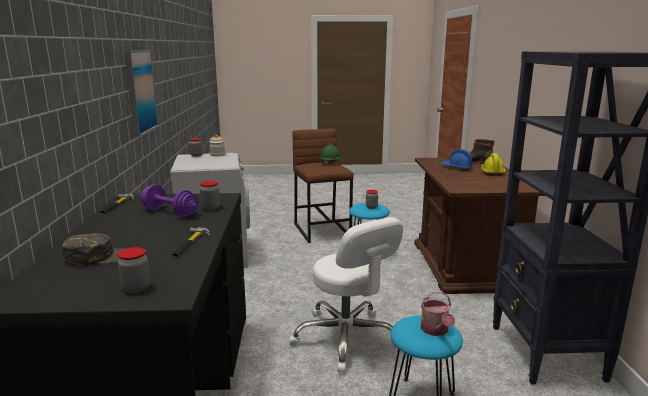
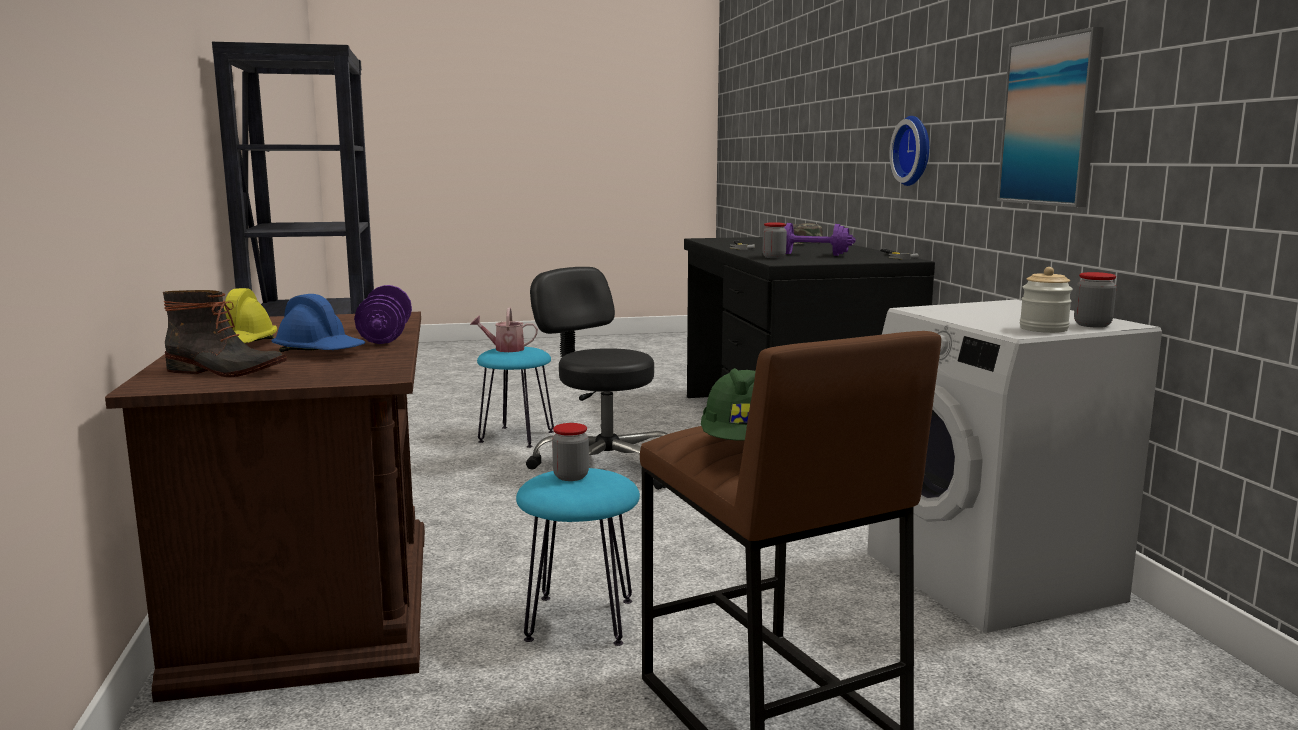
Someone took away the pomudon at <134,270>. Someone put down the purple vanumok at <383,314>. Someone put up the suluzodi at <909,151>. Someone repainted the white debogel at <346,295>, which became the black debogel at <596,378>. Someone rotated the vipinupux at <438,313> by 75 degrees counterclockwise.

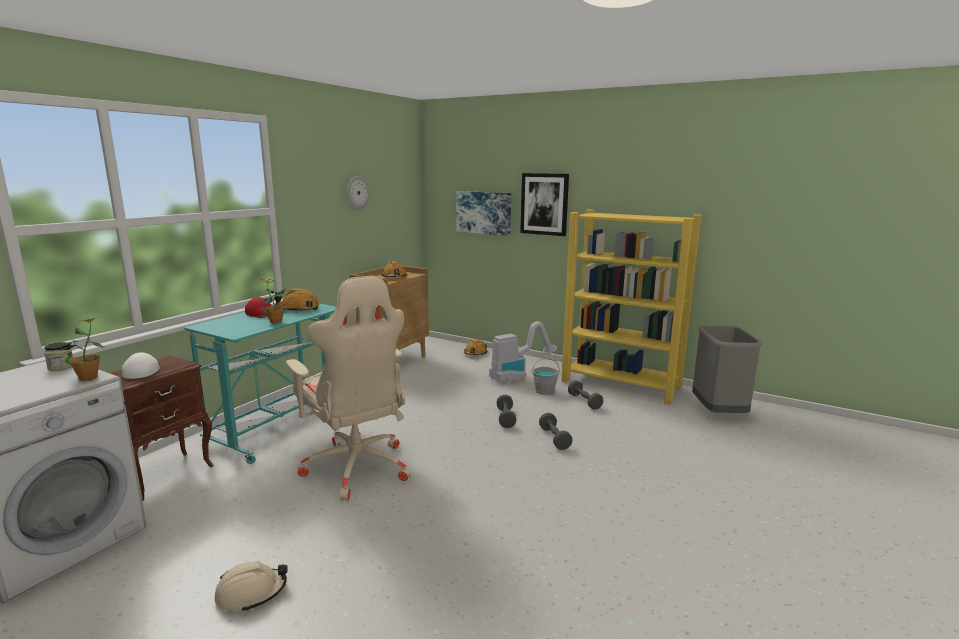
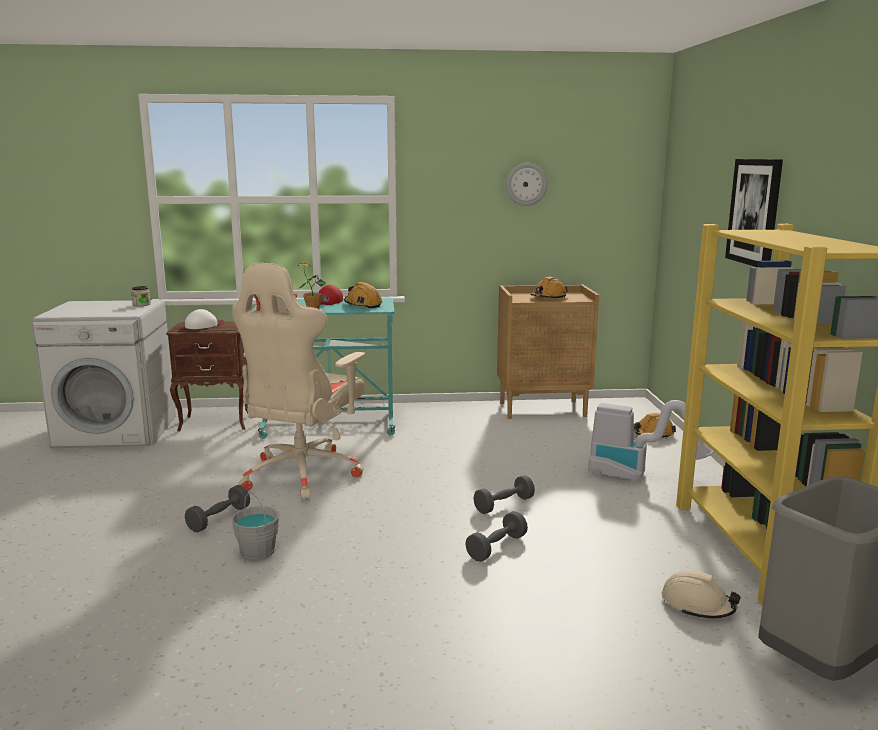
Someone took away the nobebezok at <81,349>. Someone took away the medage at <483,213>. Someone carried the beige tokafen from <251,586> to <701,594>. Someone carried the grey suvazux from <545,376> to <255,526>. Someone carried the grey vanumok from <585,395> to <217,508>.

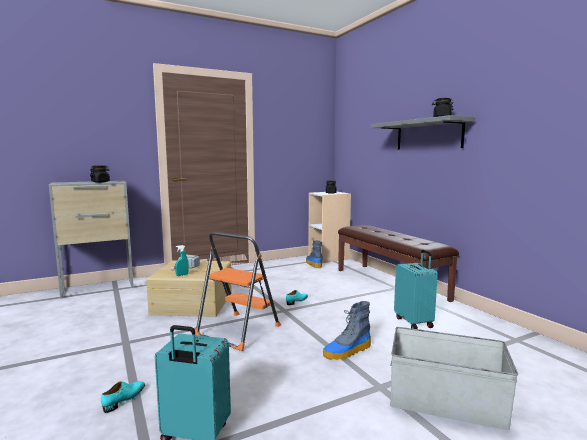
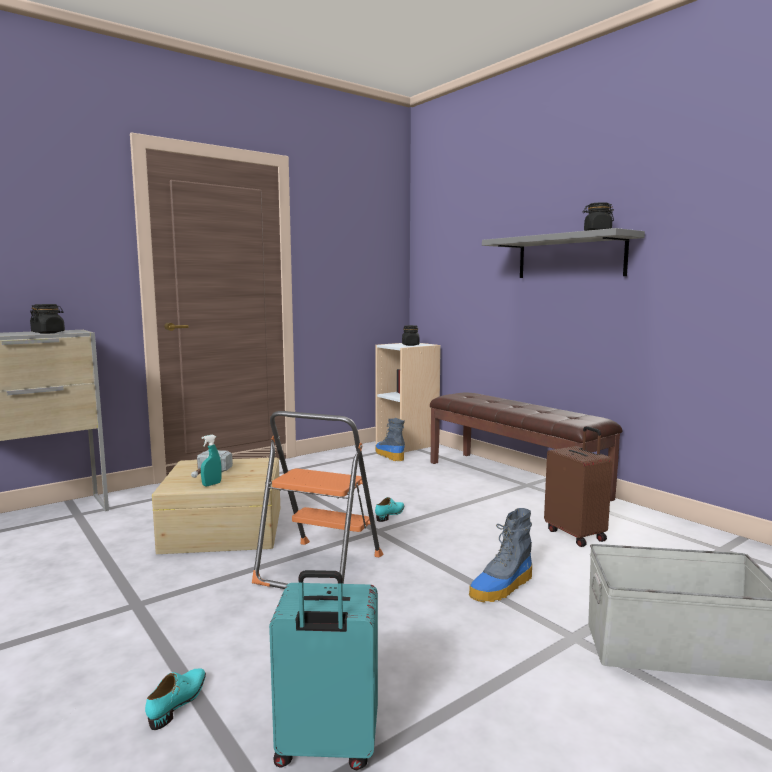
Someone repainted the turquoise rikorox at <416,289>, which became the brown rikorox at <578,486>.

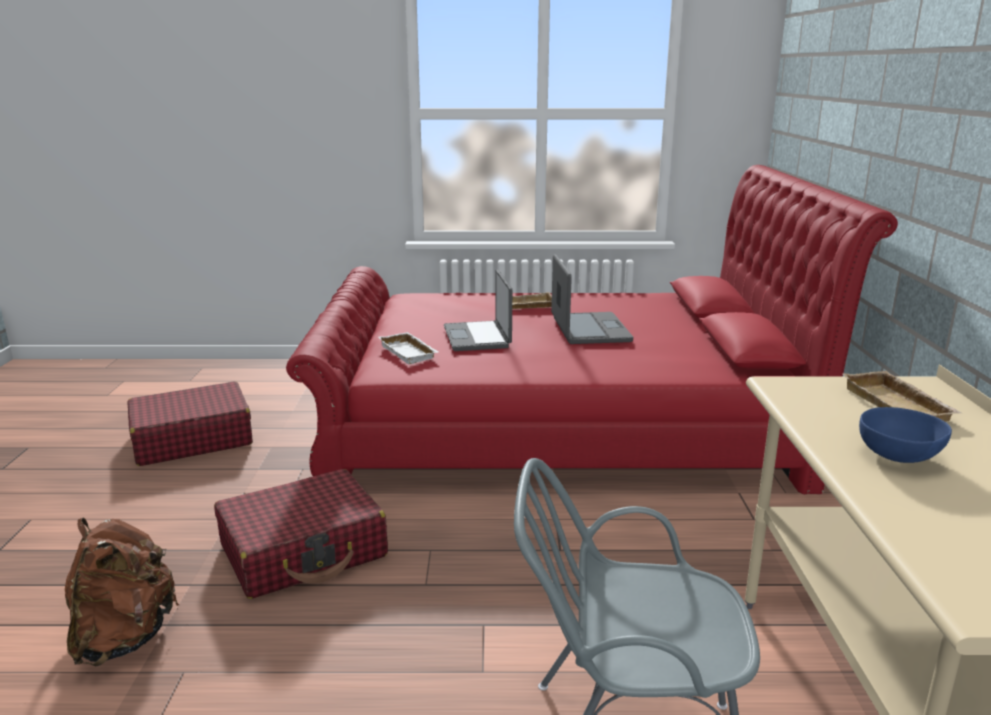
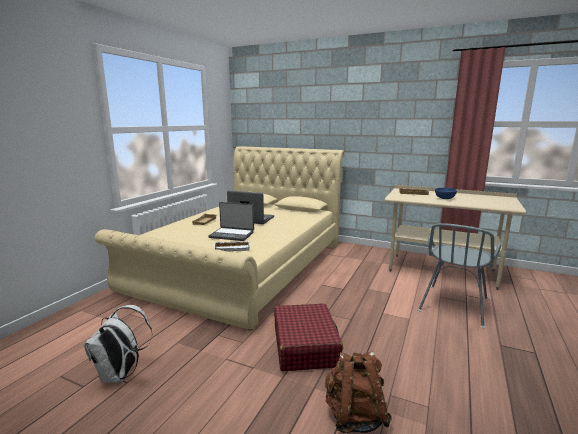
Someone swapped the red rikorox at <190,423> for the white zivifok at <118,344>. Someone repainted the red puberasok at <592,329>, which became the beige puberasok at <219,238>.

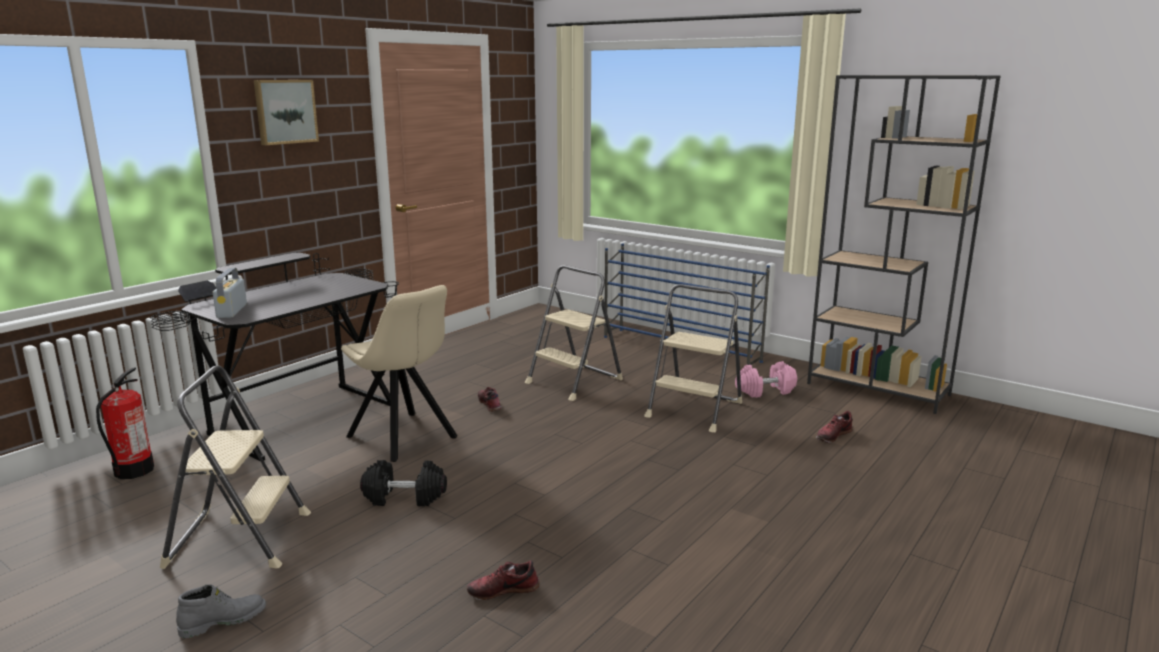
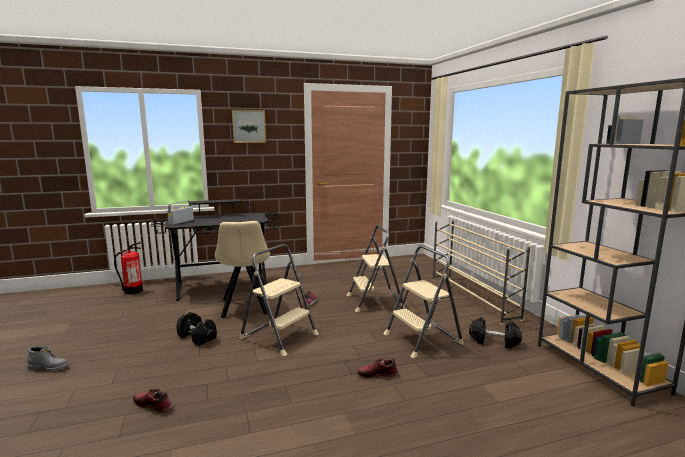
Someone carried the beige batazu from <235,467> to <279,300>. Someone carried the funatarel from <834,427> to <377,368>. Someone repainted the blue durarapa at <687,304>, which became the beige durarapa at <481,272>. Someone repainted the pink vanumok at <766,379>, which became the black vanumok at <495,333>.

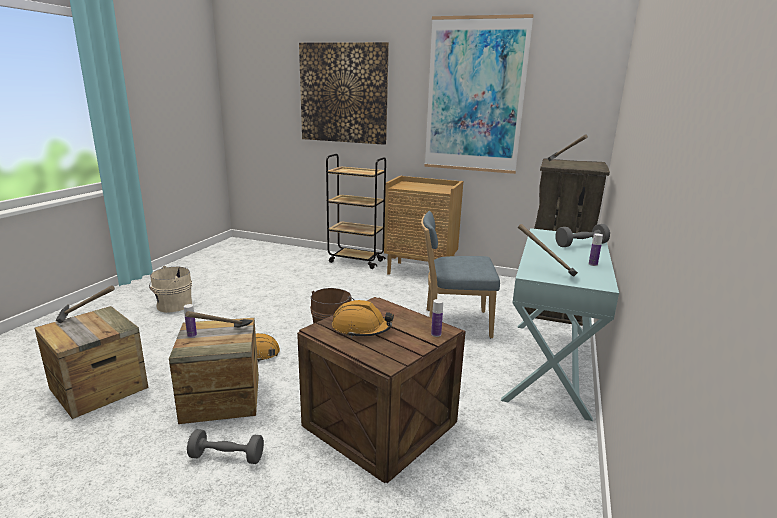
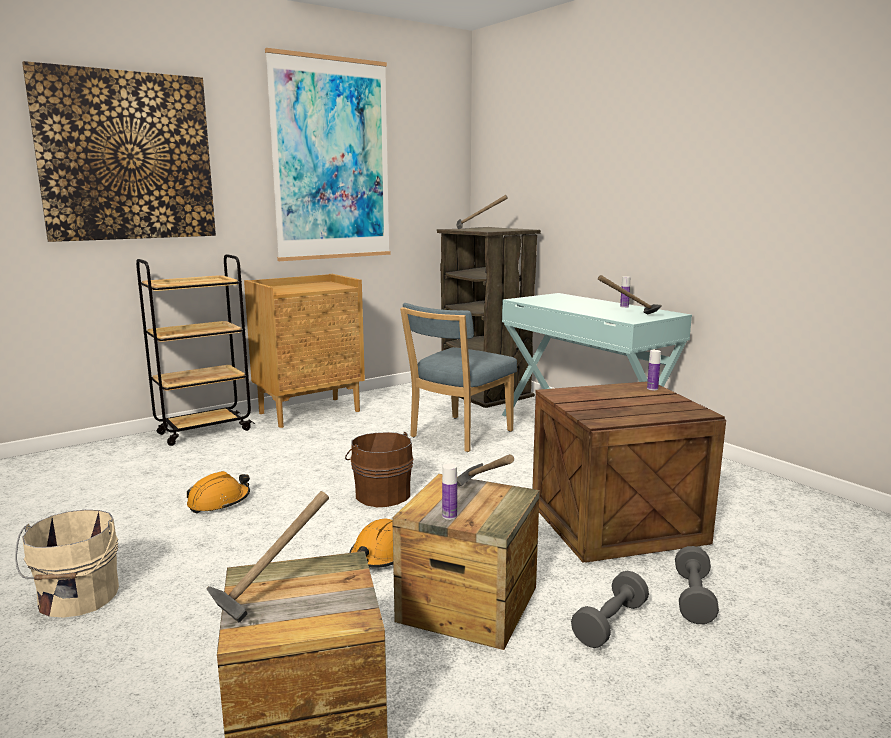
Someone carried the orange tokafen from <363,319> to <218,492>. Someone carried the grey vanumok from <582,235> to <697,585>.

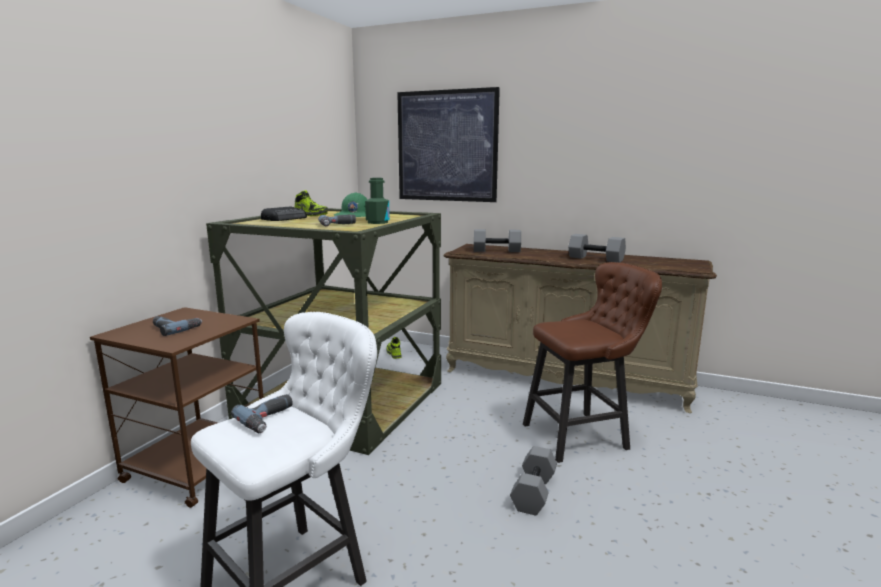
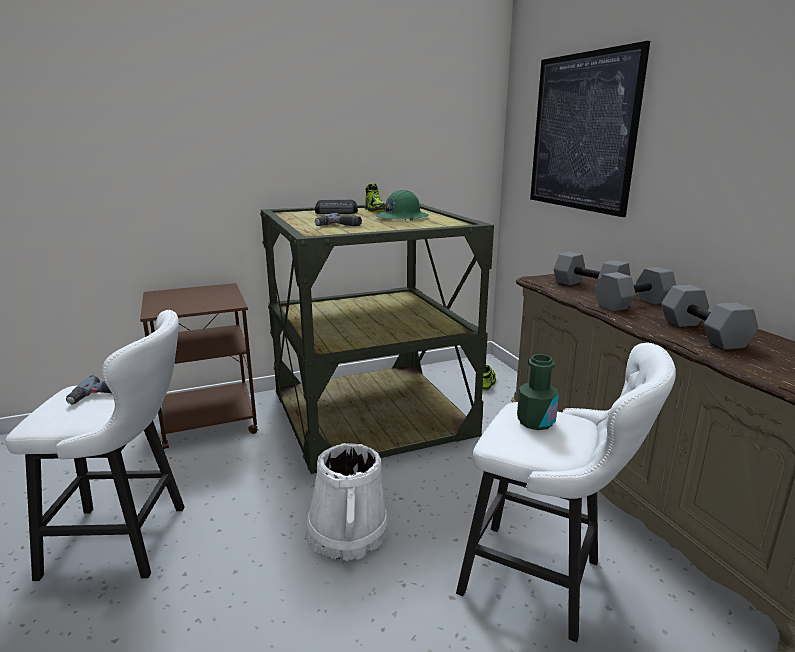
Someone took away the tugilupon at <177,326>. Someone put down the white suvazux at <347,502>. Someone carried the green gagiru from <377,201> to <538,392>. Someone carried the grey vanumok from <533,480> to <635,289>. Someone repainted the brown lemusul at <592,362>, which became the white lemusul at <566,492>.

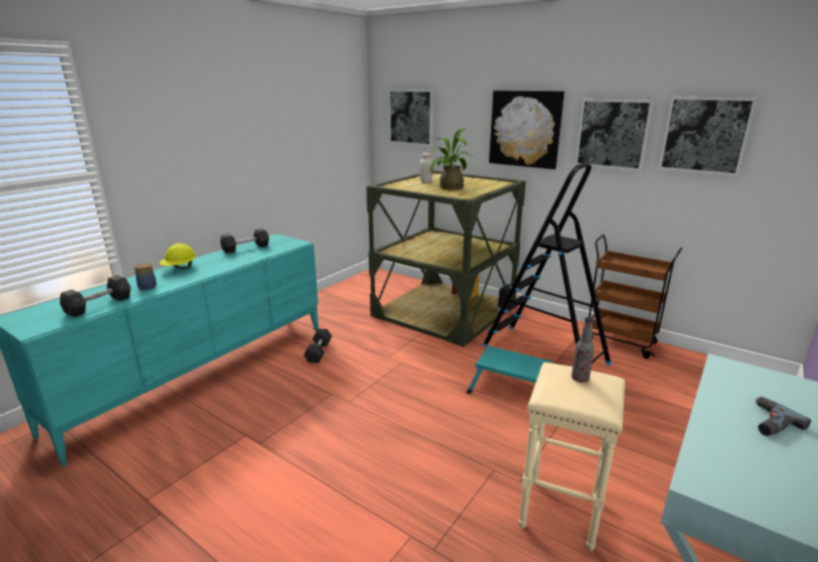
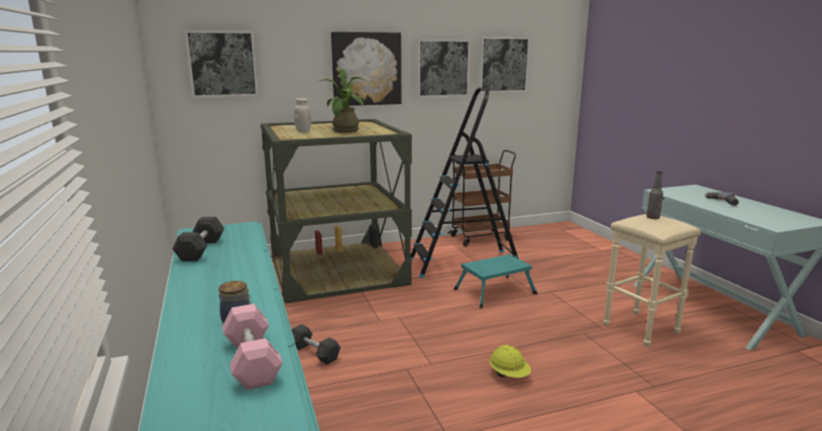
Someone carried the yellow tokafen from <178,256> to <510,361>. Someone repainted the grey vanumok at <95,296>, which became the pink vanumok at <252,347>.

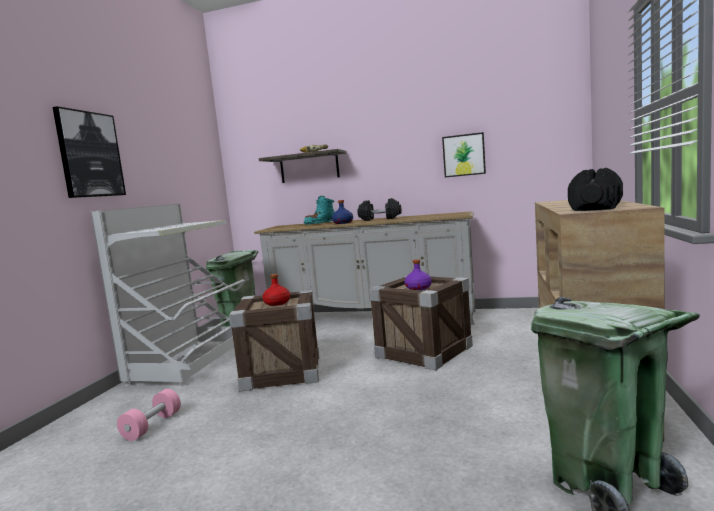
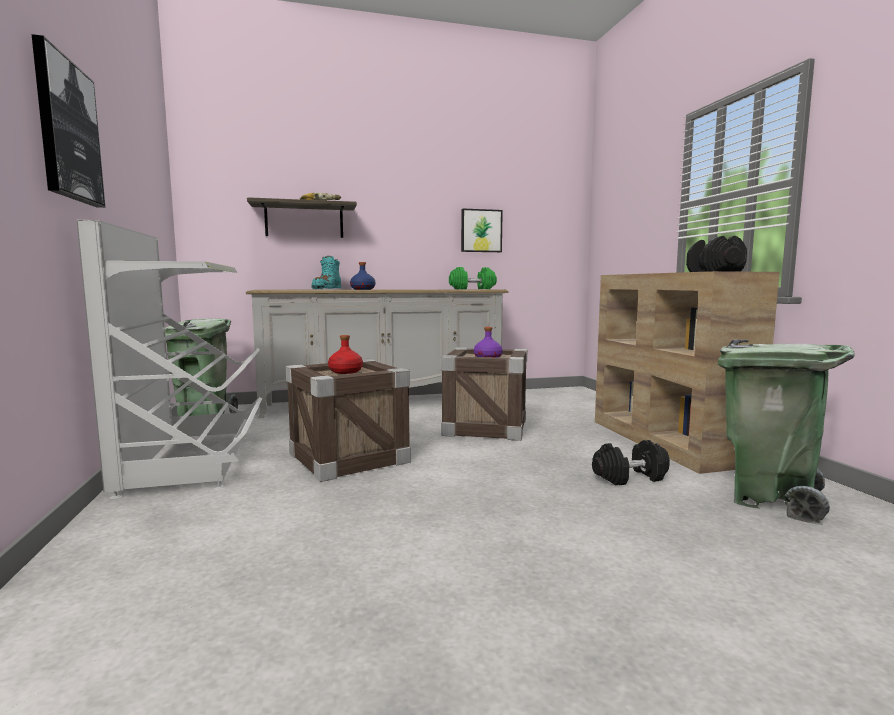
Someone took away the pink vanumok at <149,415>. Someone put down the green vanumok at <473,278>. Someone carried the black vanumok from <379,209> to <631,463>.

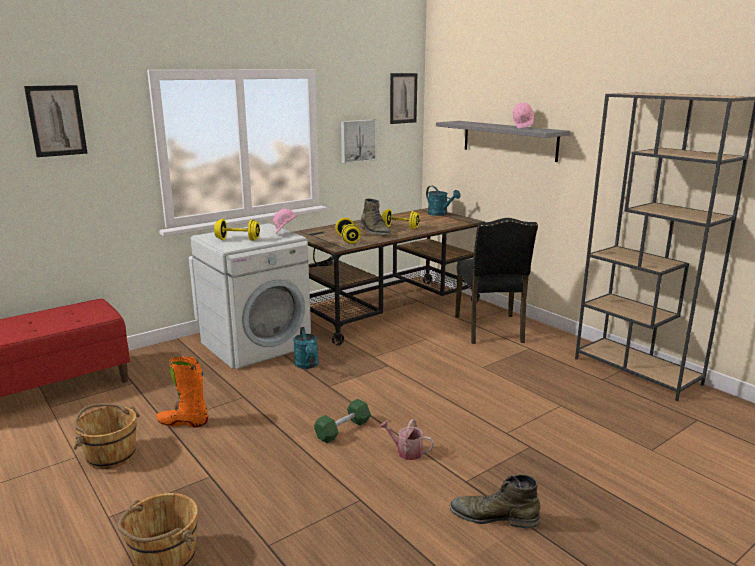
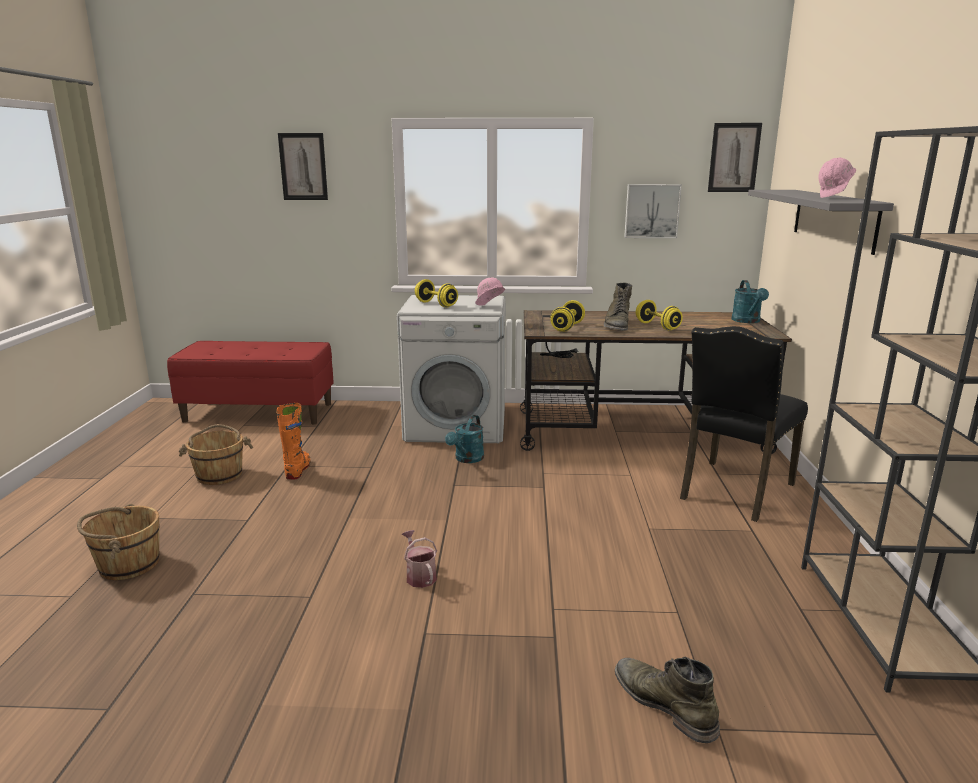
Someone took away the green vanumok at <342,421>. Someone carried the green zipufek from <495,501> to <667,700>. Someone rotated the orange zipufek at <182,392> by 45 degrees clockwise.

